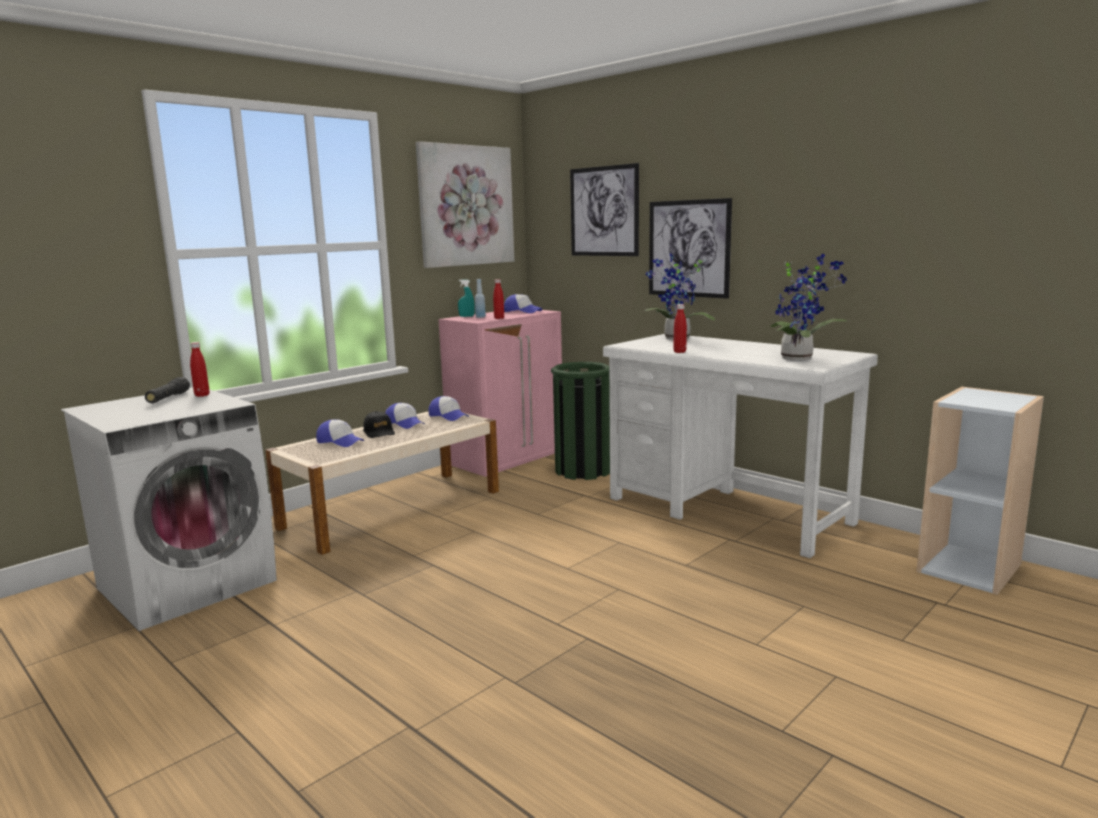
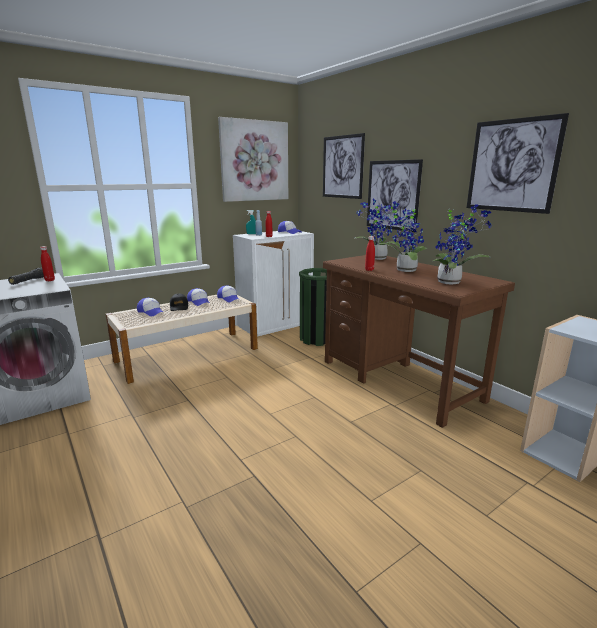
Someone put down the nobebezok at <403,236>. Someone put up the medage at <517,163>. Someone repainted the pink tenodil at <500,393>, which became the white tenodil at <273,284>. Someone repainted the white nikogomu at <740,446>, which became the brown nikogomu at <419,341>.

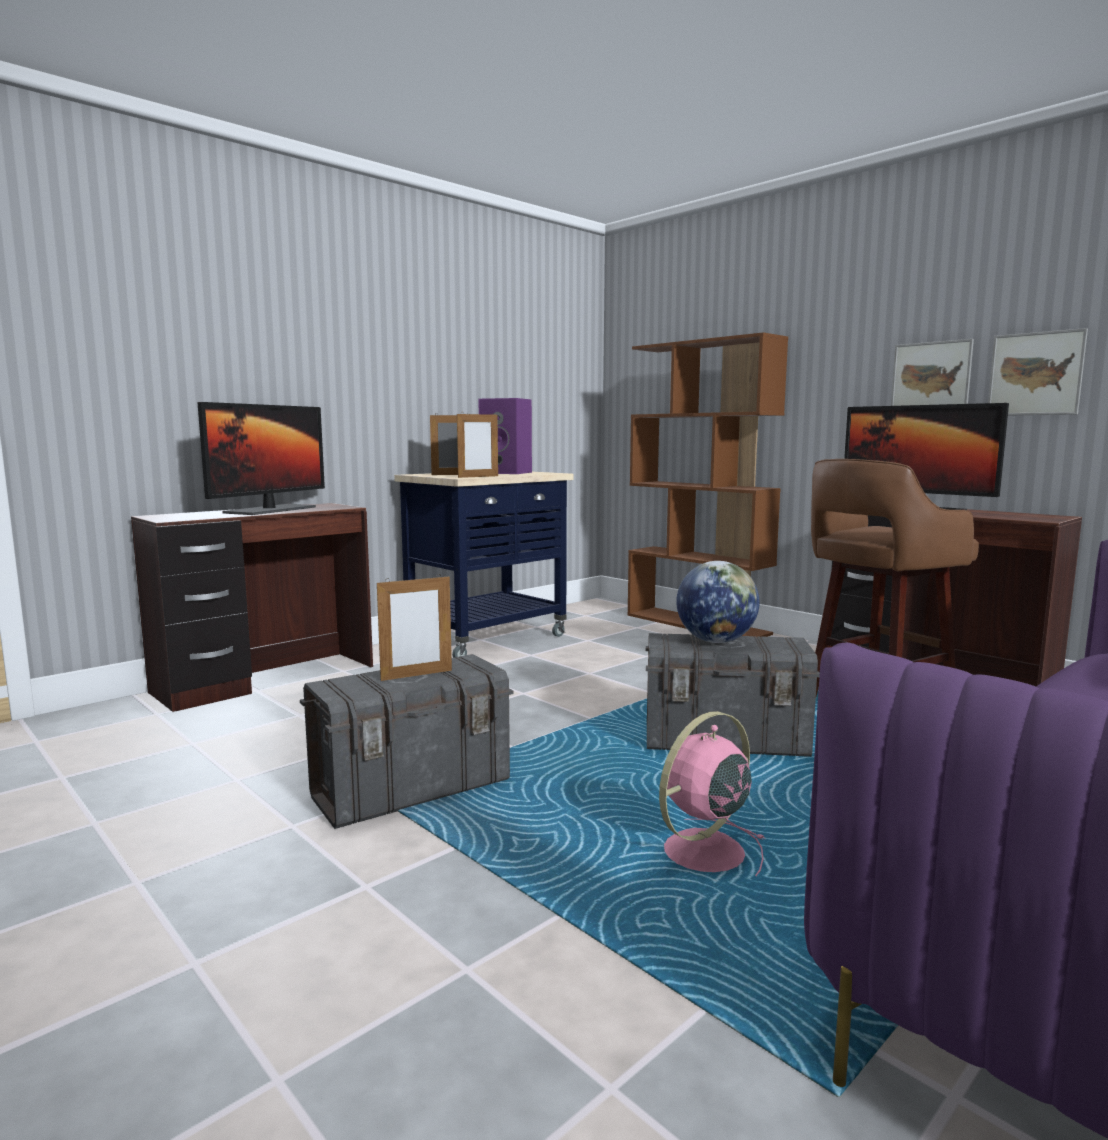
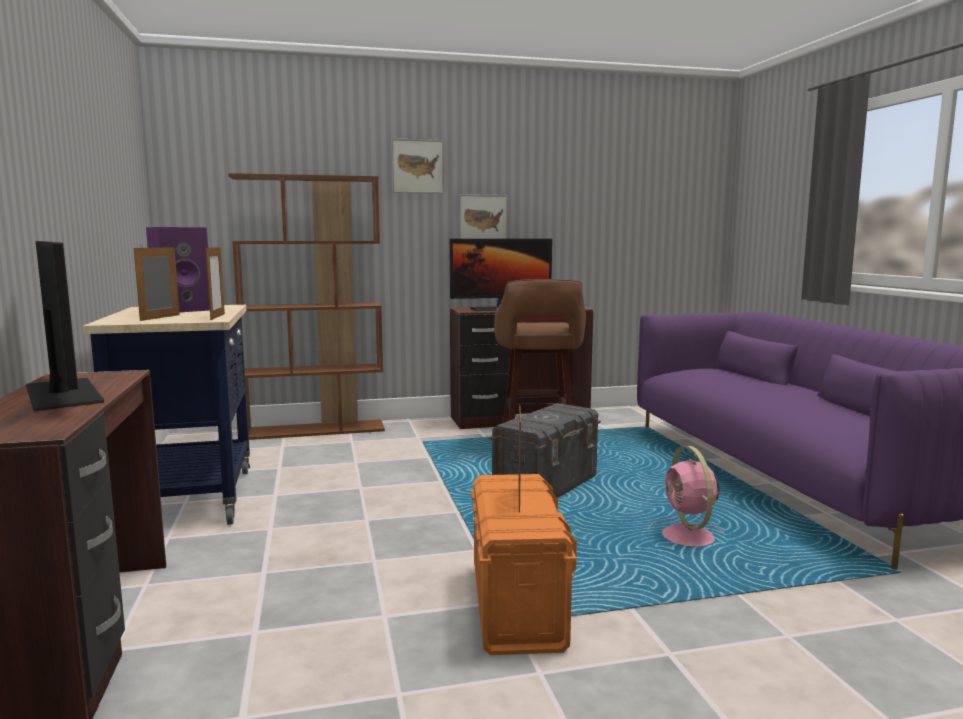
Someone took away the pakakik at <717,602>. Someone carried the medage from <1038,371> to <417,166>. Someone repainted the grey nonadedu at <406,741>, which became the orange nonadedu at <524,564>.

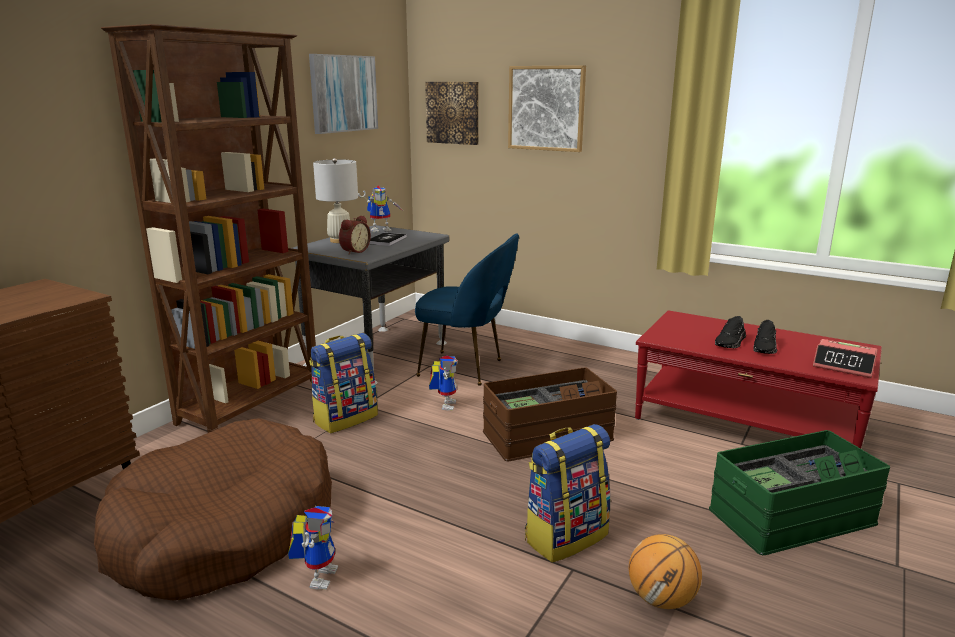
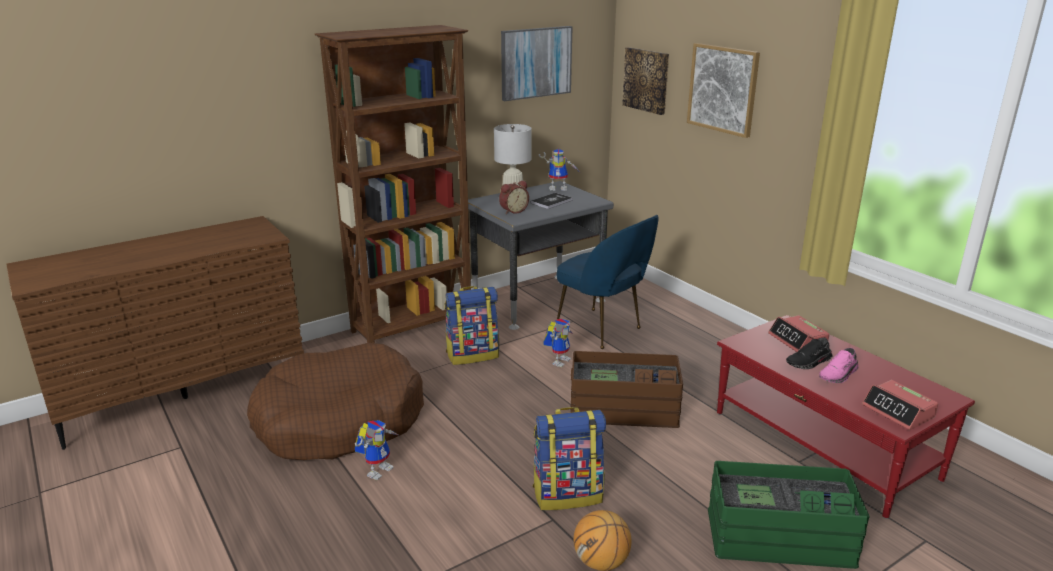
Someone put down the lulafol at <799,333>. Someone repainted the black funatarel at <765,337>, which became the pink funatarel at <839,365>.

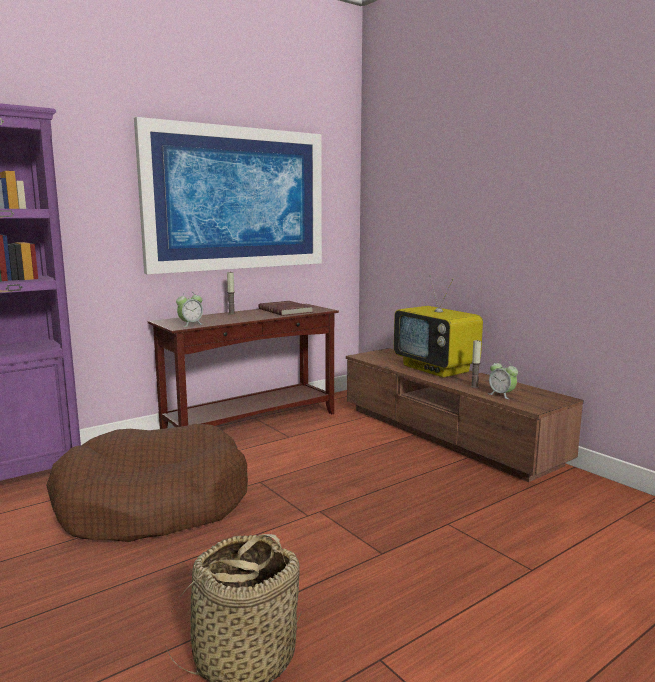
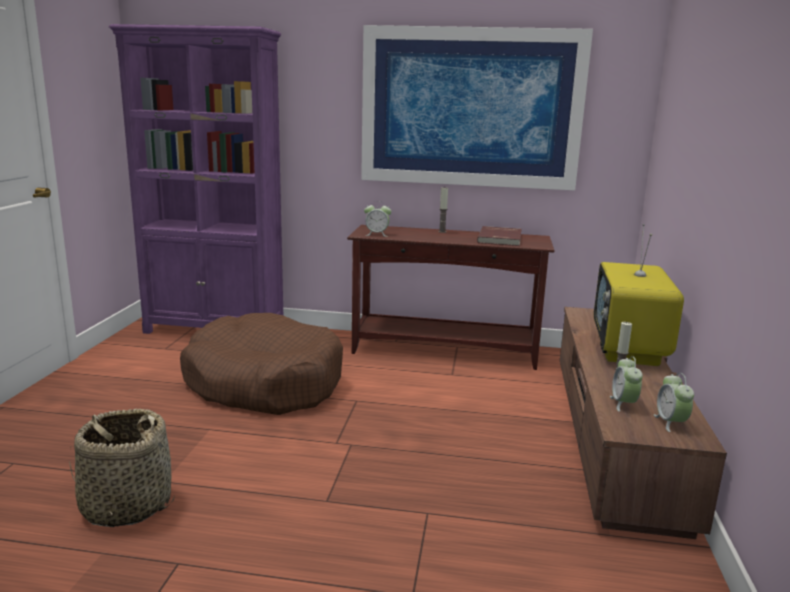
Someone put down the lulafol at <674,402>.

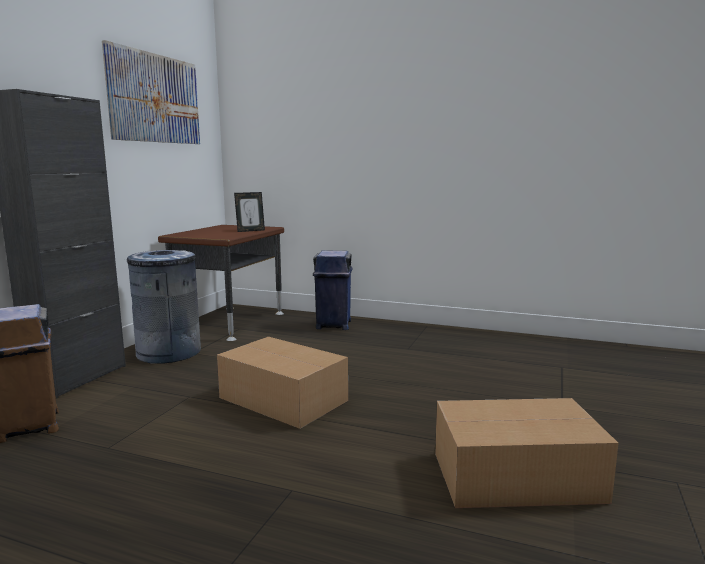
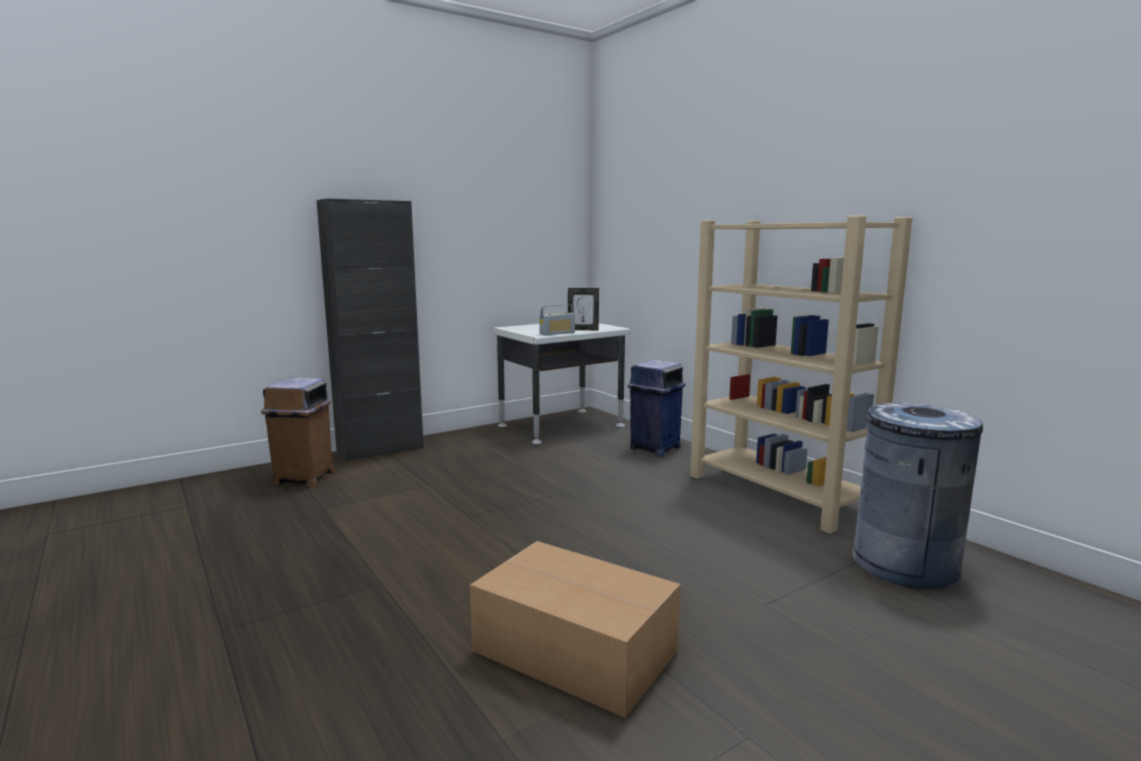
Someone took away the medage at <151,92>. Someone took away the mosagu at <282,383>. Someone put down the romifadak at <557,320>. Someone put down the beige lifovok at <801,374>. Someone carried the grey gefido from <164,307> to <917,496>. Someone repainted the brown nikogomu at <221,283>, which became the white nikogomu at <560,383>.

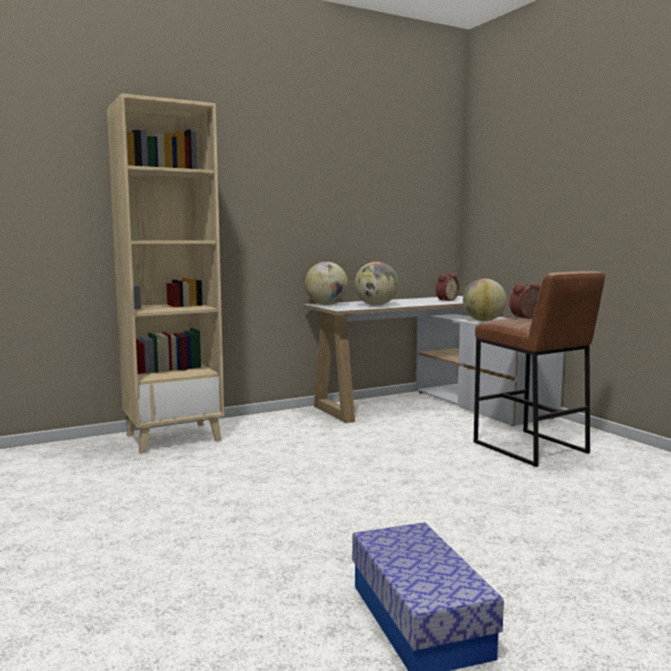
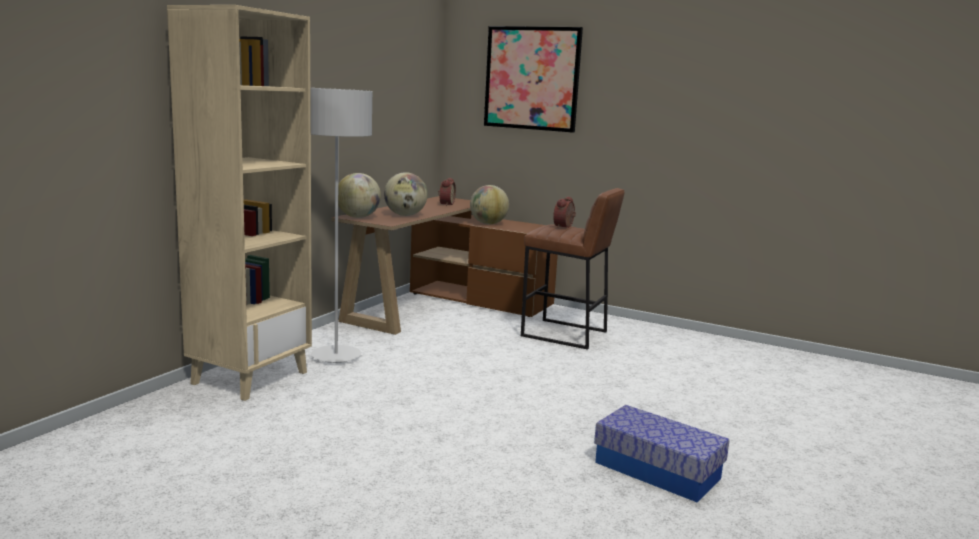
Someone put down the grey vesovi at <341,225>. Someone put up the medage at <533,79>. Someone repainted the white nikogomu at <434,361>, which became the brown nikogomu at <444,265>.

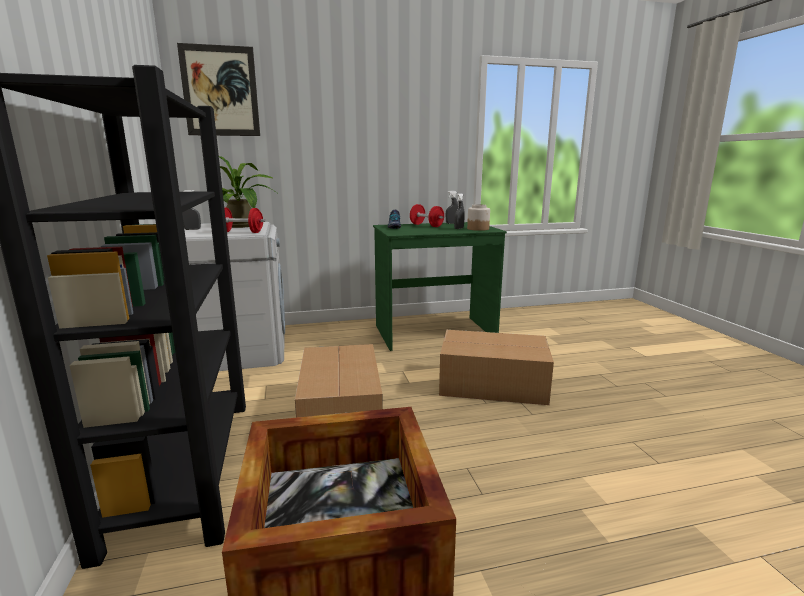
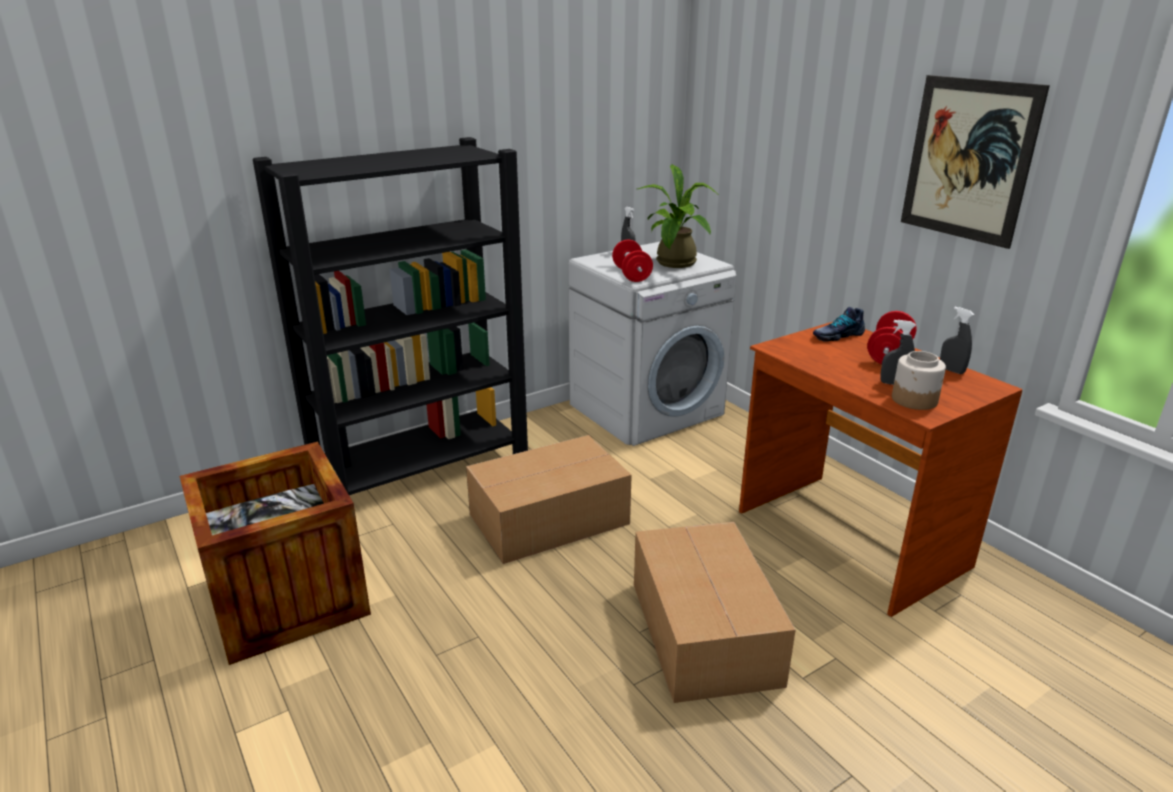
Someone carried the medage from <218,89> to <975,162>. Someone repainted the green nikogomu at <440,286>, which became the brown nikogomu at <880,469>.

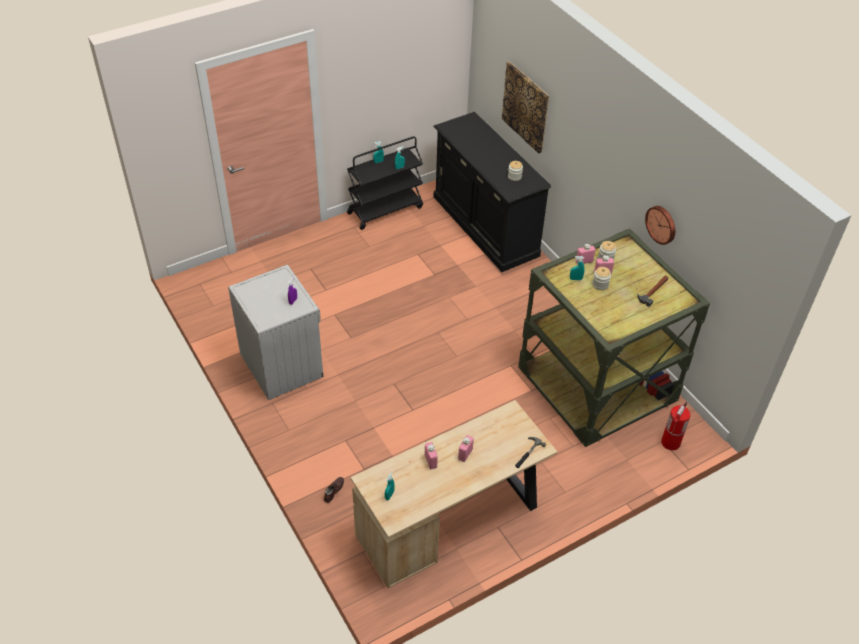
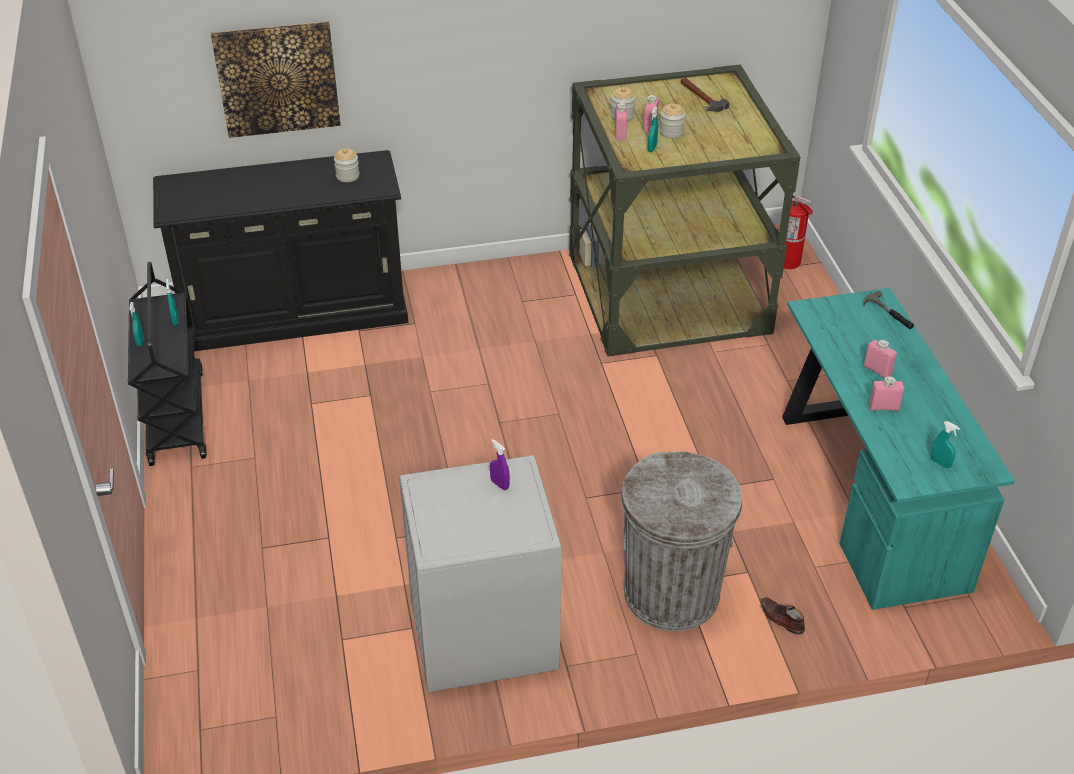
Someone took away the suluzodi at <660,225>. Someone put down the grey gefido at <681,541>. Someone repainted the beige nikogomu at <454,494>, which became the turquoise nikogomu at <898,449>.

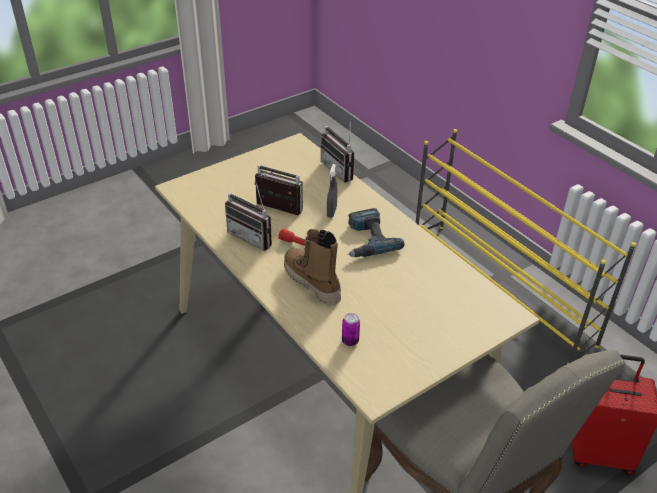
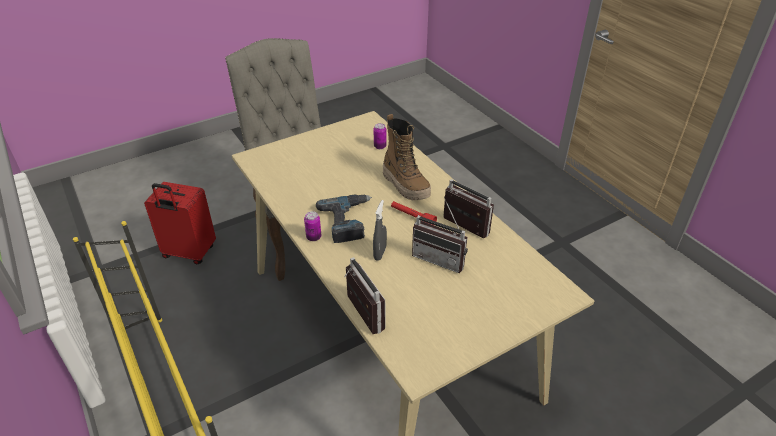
Someone put down the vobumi at <312,226>.

